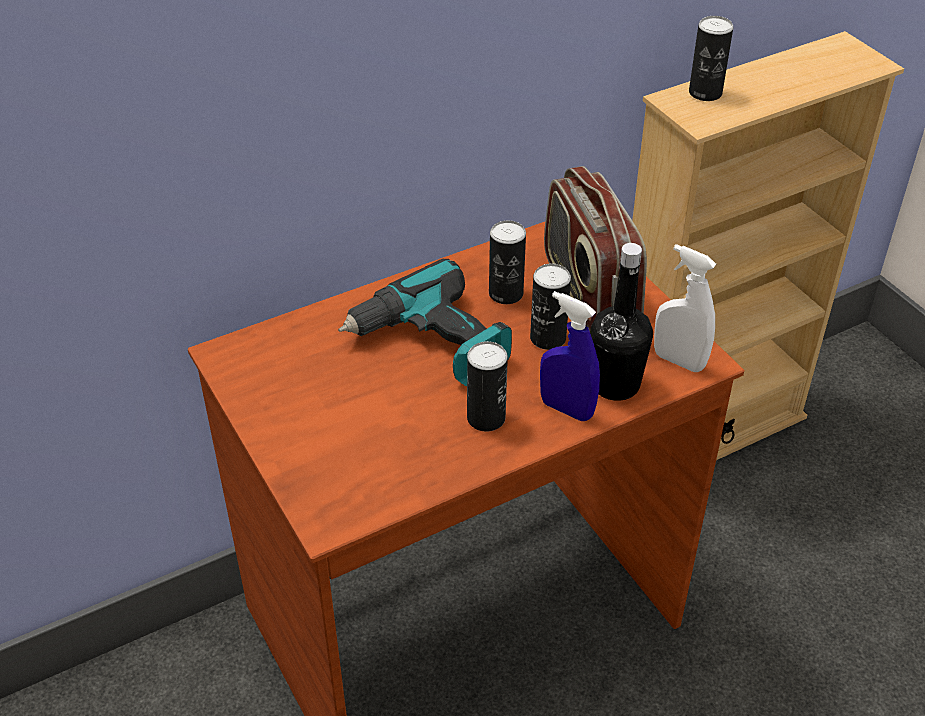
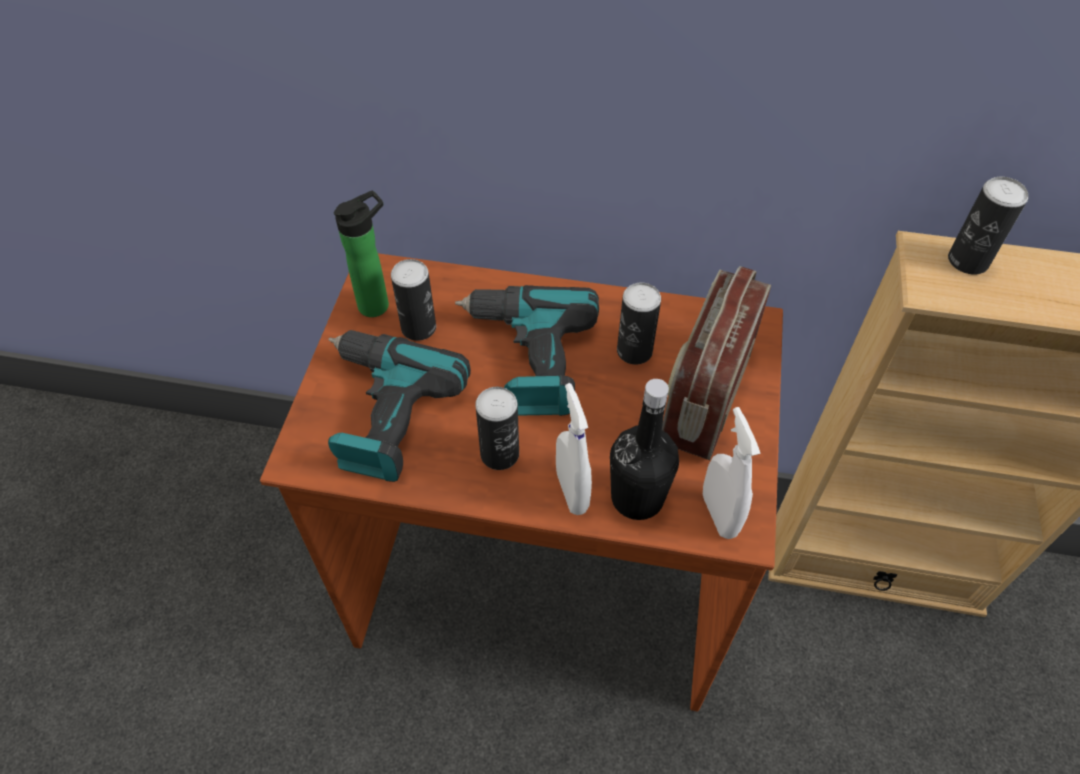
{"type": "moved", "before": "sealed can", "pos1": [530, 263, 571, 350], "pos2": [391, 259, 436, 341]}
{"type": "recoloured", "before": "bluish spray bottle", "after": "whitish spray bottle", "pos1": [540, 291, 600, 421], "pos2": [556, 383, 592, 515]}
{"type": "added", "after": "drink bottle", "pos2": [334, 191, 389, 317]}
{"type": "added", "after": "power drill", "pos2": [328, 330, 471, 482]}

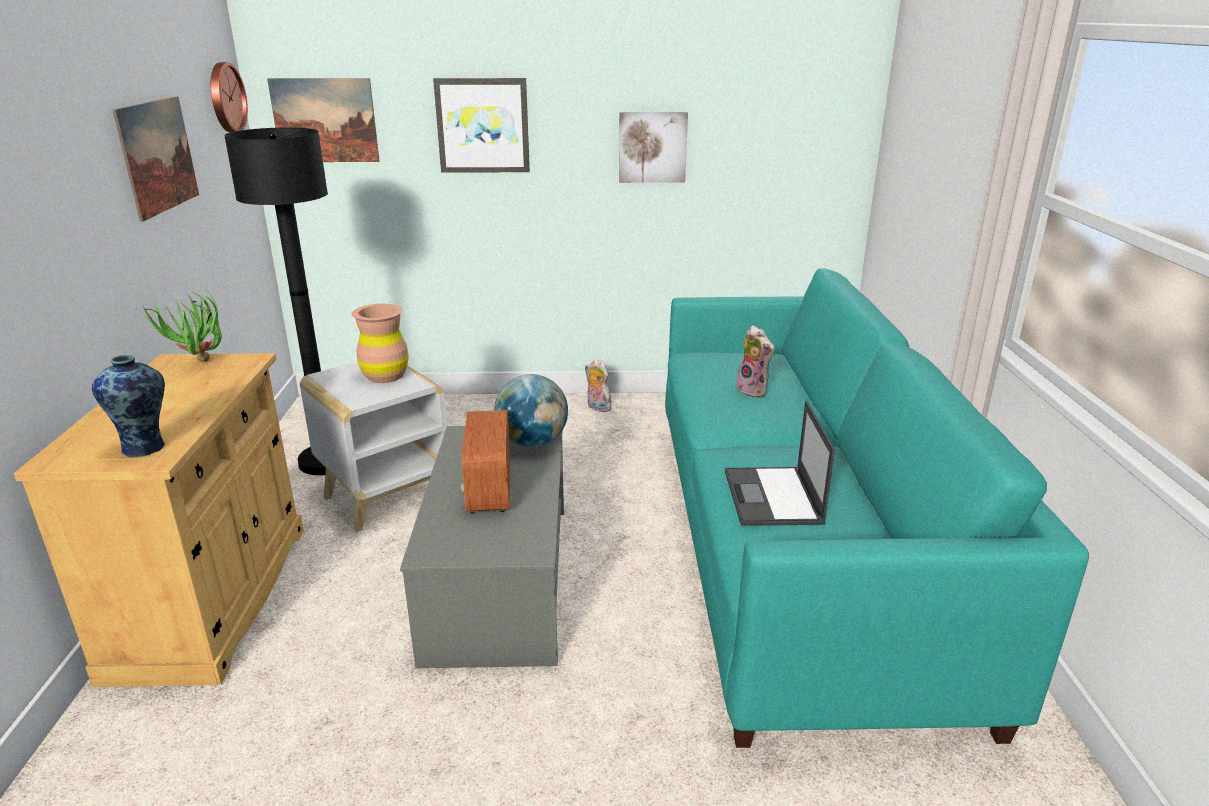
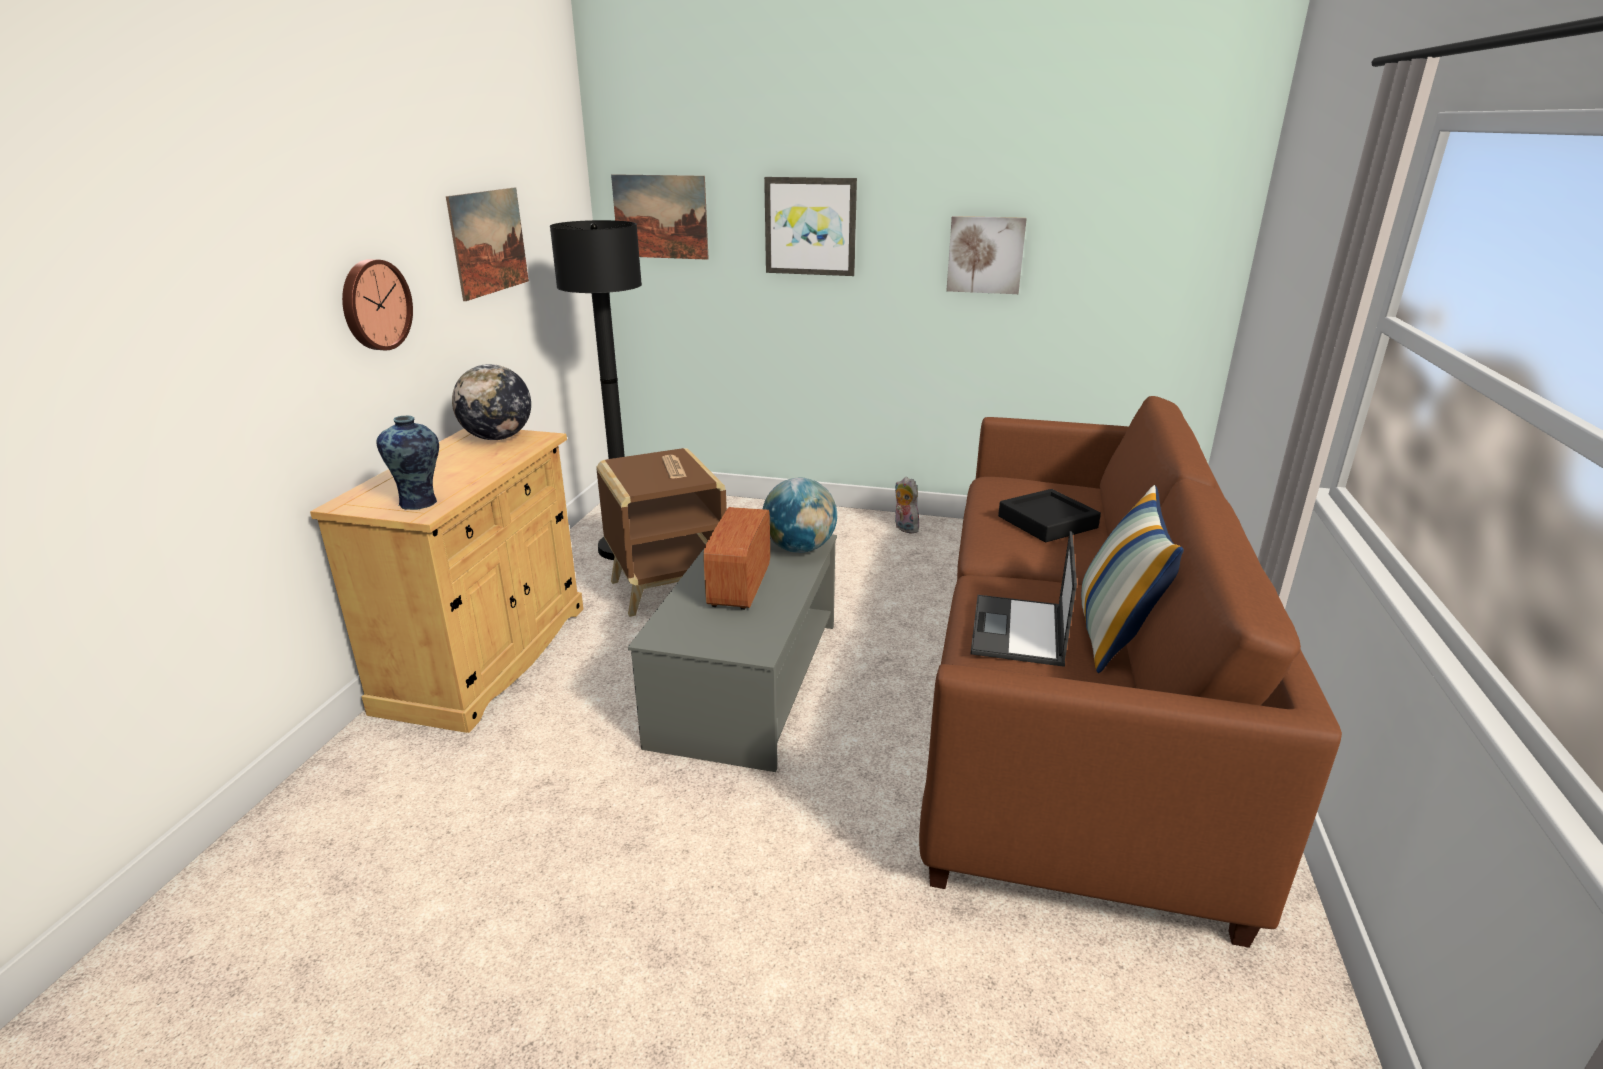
{"type": "moved", "before": "hanging clock", "pos1": [211, 62, 248, 132], "pos2": [342, 259, 413, 350]}
{"type": "recoloured", "before": "blue-green settee", "after": "brownish settee", "pos1": [665, 268, 1089, 748], "pos2": [919, 396, 1342, 948]}
{"type": "replaced", "before": "potted plant", "after": "globe", "pos1": [143, 292, 222, 362], "pos2": [452, 364, 531, 440]}
{"type": "replaced", "before": "brownish decorative vase", "after": "printed paper", "pos1": [351, 304, 409, 383], "pos2": [662, 455, 687, 478]}
{"type": "replaced", "before": "plush toy", "after": "black serving tray", "pos1": [735, 325, 774, 398], "pos2": [998, 489, 1101, 542]}
{"type": "recoloured", "before": "whitish end table", "after": "brownish end table", "pos1": [300, 362, 448, 532], "pos2": [596, 448, 727, 617]}
{"type": "added", "after": "cushion", "pos2": [1081, 485, 1184, 673]}

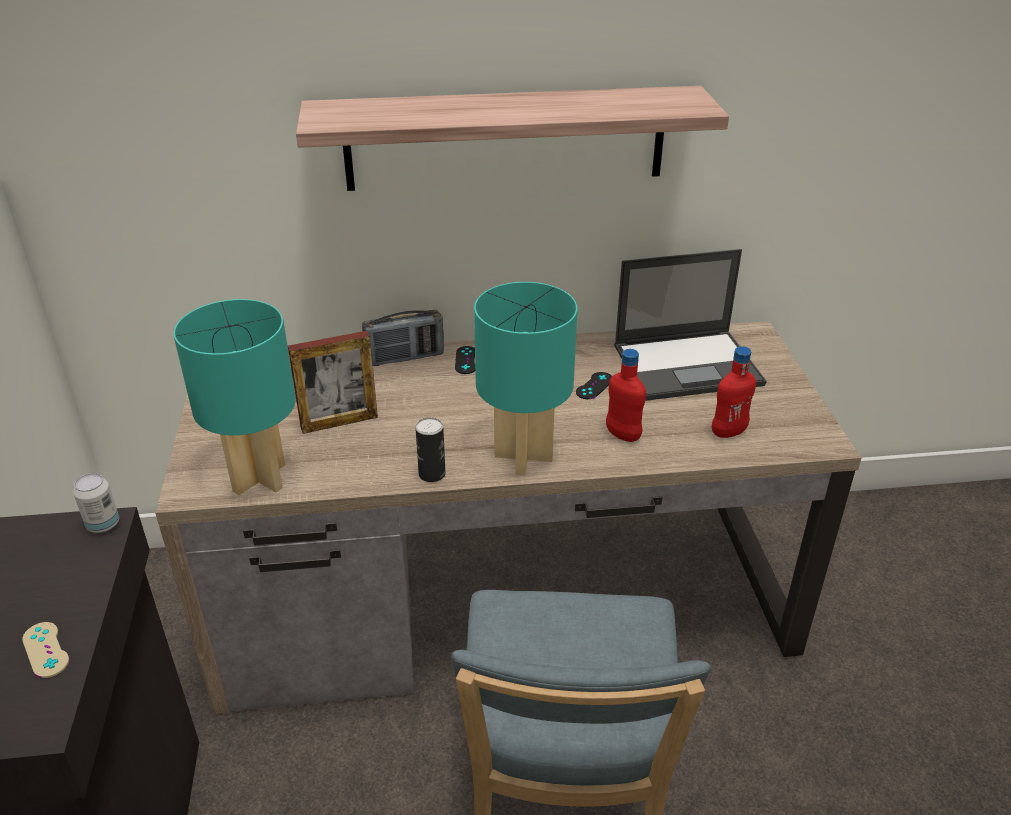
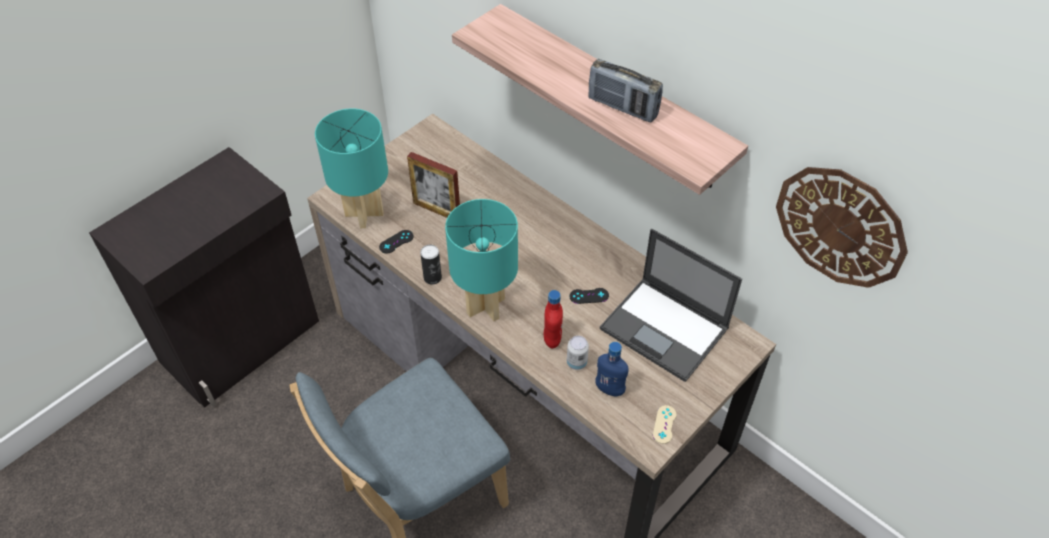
{"type": "moved", "before": "radio", "pos1": [362, 310, 444, 366], "pos2": [588, 59, 663, 122]}
{"type": "moved", "before": "black joypad", "pos1": [455, 346, 475, 374], "pos2": [379, 230, 413, 253]}
{"type": "recoloured", "before": "reddish drink bottle", "after": "bluish drink bottle", "pos1": [712, 346, 756, 438], "pos2": [596, 342, 628, 397]}
{"type": "moved", "before": "sealed can", "pos1": [73, 473, 119, 533], "pos2": [567, 336, 589, 370]}
{"type": "moved", "before": "beige-coloured joypad", "pos1": [22, 622, 69, 678], "pos2": [653, 405, 676, 444]}
{"type": "added", "after": "hanging clock", "pos2": [776, 167, 908, 288]}

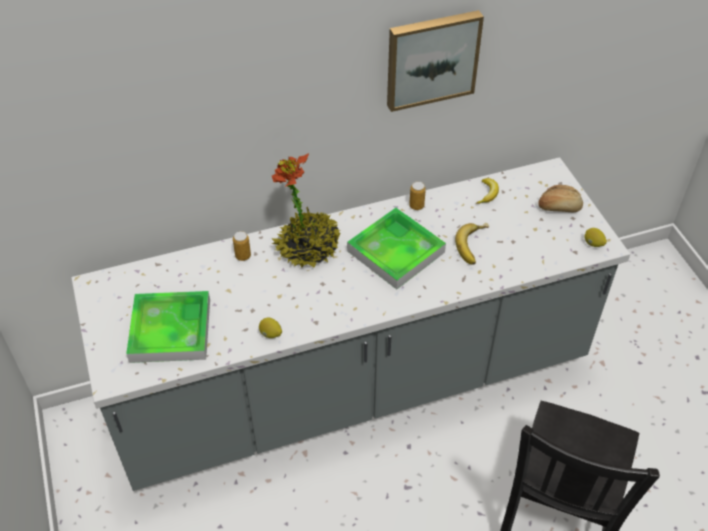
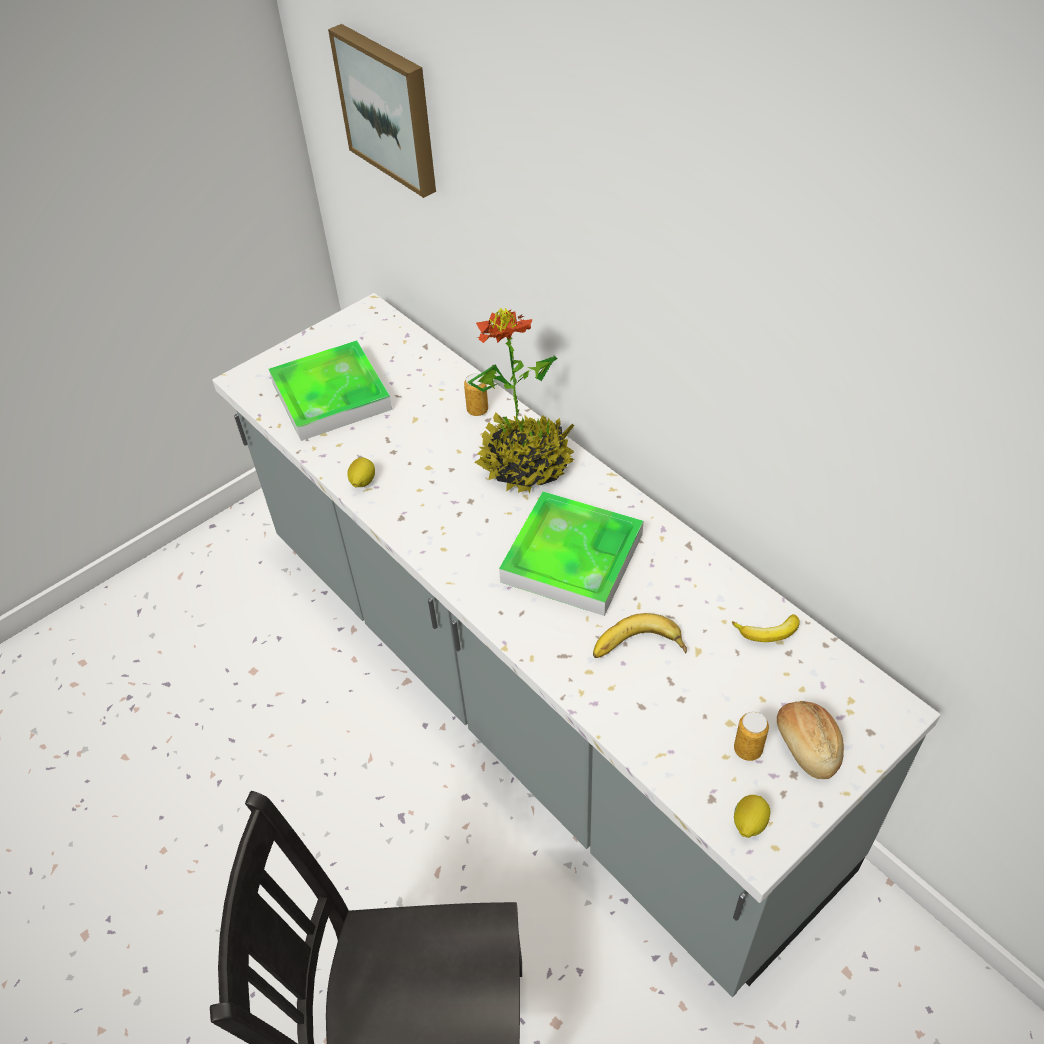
{"type": "moved", "before": "wall picture", "pos1": [387, 10, 484, 112], "pos2": [328, 24, 436, 198]}
{"type": "moved", "before": "sealed can", "pos1": [409, 181, 426, 210], "pos2": [734, 711, 769, 761]}

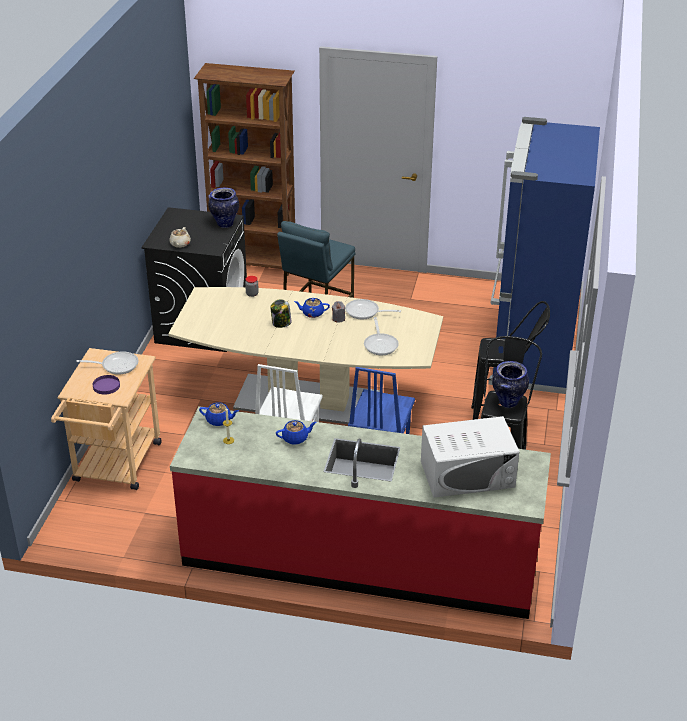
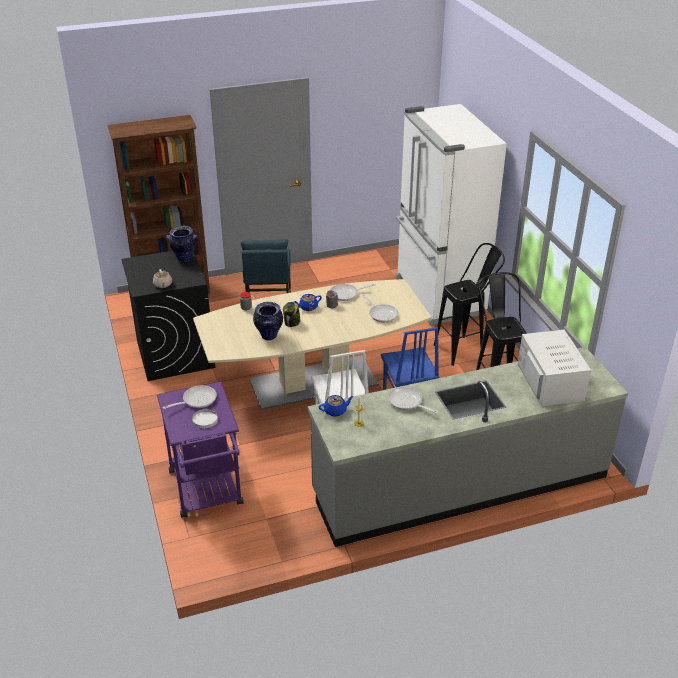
{"type": "recoloured", "before": "bluish fridge", "after": "whitish fridge", "pos1": [489, 117, 600, 394], "pos2": [396, 104, 507, 325]}
{"type": "recoloured", "before": "beige-coloured wheeled cart", "after": "purplish wheeled cart", "pos1": [51, 348, 162, 490], "pos2": [157, 382, 244, 518]}
{"type": "moved", "before": "decorative vase", "pos1": [492, 361, 529, 408], "pos2": [253, 302, 283, 340]}
{"type": "recoloured", "before": "purplish flat dish", "after": "whitish flat dish", "pos1": [93, 375, 120, 395], "pos2": [192, 409, 218, 428]}
{"type": "recoloured", "before": "reddish kitchen base unit", "after": "grey kitchen base unit", "pos1": [170, 406, 551, 619], "pos2": [308, 347, 628, 547]}
{"type": "turned", "before": "whitish kitchen microwave", "pos1": [421, 416, 519, 498], "pos2": [518, 330, 591, 406], "turn": -60}
{"type": "replaced", "before": "bluish tea pot", "after": "frying pan", "pos1": [276, 420, 316, 445], "pos2": [388, 387, 438, 414]}

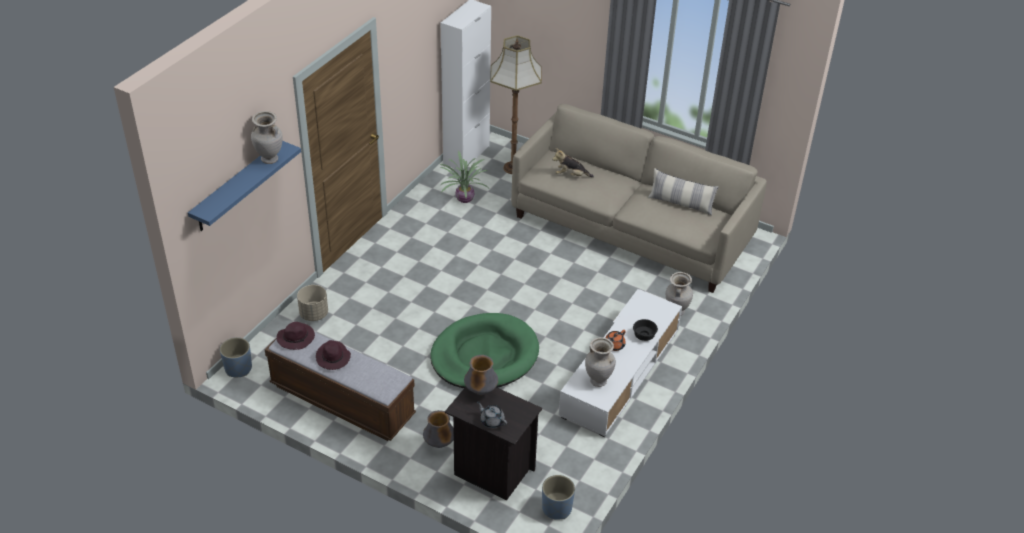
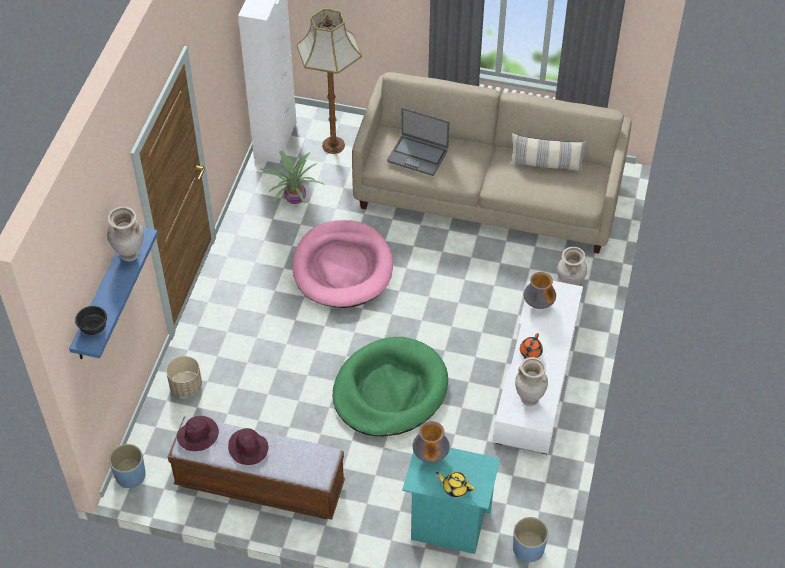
{"type": "replaced", "before": "plush toy", "after": "portable computer", "pos1": [552, 148, 594, 177], "pos2": [387, 108, 449, 176]}
{"type": "moved", "before": "black deep dish", "pos1": [633, 319, 658, 341], "pos2": [75, 306, 107, 335]}
{"type": "recoloured", "before": "black night table", "after": "blue-green night table", "pos1": [445, 387, 542, 501], "pos2": [402, 448, 500, 554]}
{"type": "recoloured", "before": "grey tea pot", "after": "yellow-coloured tea pot", "pos1": [477, 401, 507, 428], "pos2": [436, 472, 475, 497]}
{"type": "moved", "before": "decorative vase", "pos1": [423, 410, 454, 448], "pos2": [523, 272, 556, 309]}
{"type": "added", "after": "pink-coloured dog bed", "pos2": [293, 220, 393, 308]}

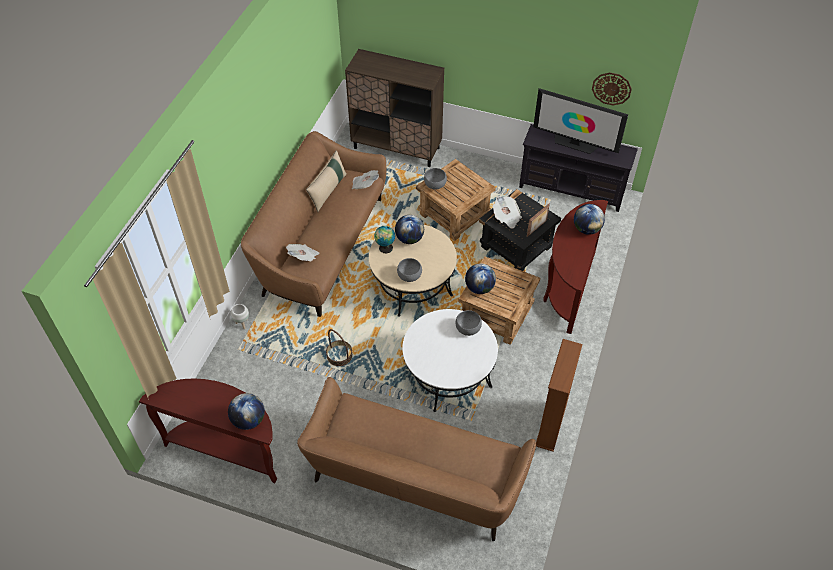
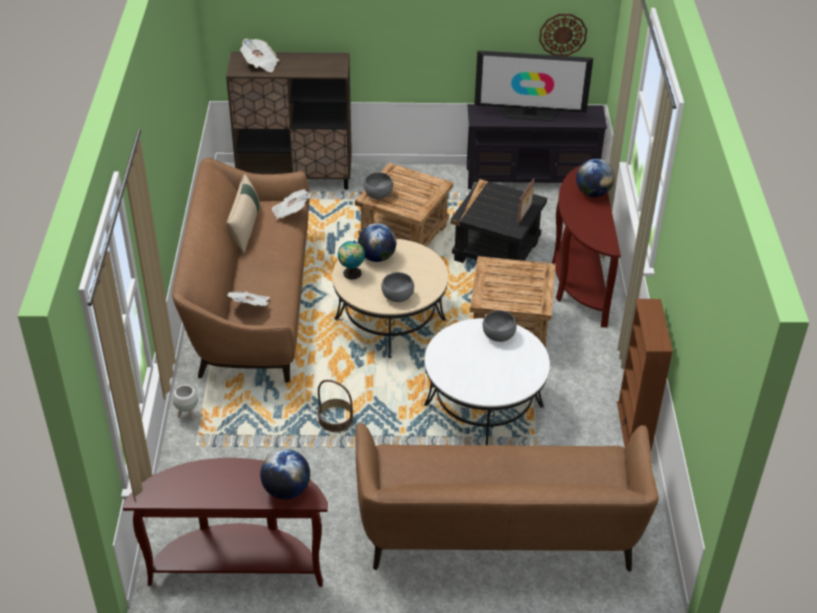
{"type": "moved", "before": "printed paper", "pos1": [493, 196, 522, 229], "pos2": [240, 39, 279, 72]}
{"type": "removed", "before": "globe", "pos1": [465, 263, 496, 294]}

